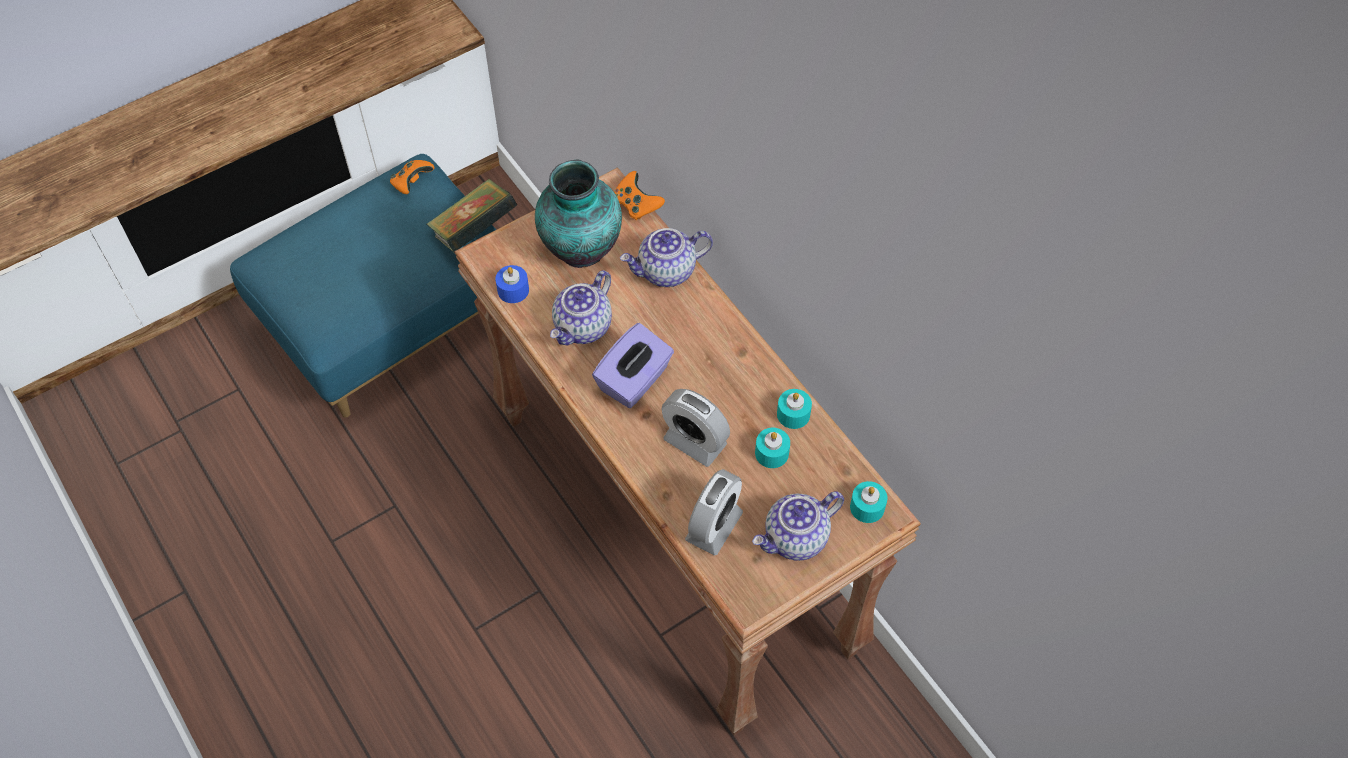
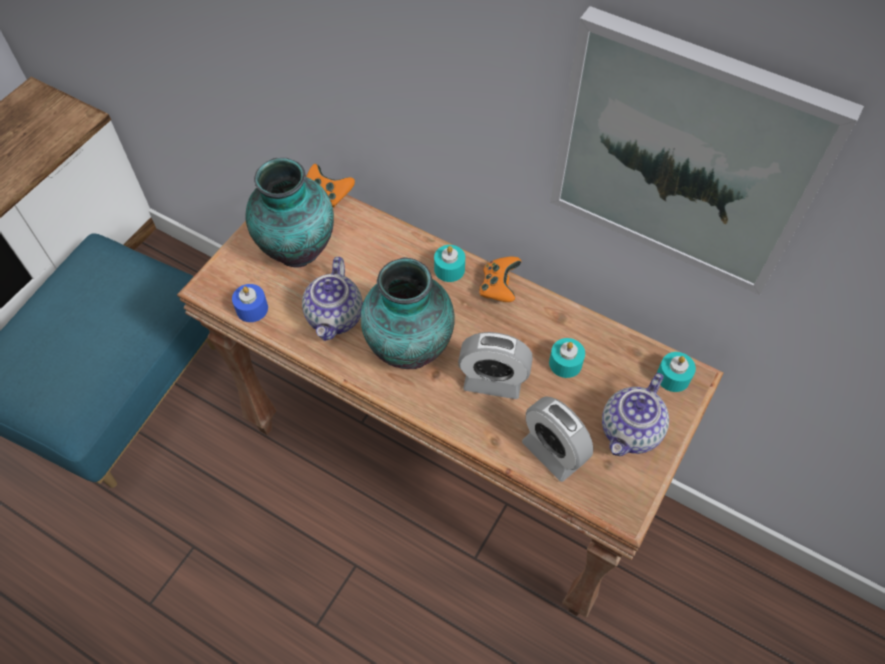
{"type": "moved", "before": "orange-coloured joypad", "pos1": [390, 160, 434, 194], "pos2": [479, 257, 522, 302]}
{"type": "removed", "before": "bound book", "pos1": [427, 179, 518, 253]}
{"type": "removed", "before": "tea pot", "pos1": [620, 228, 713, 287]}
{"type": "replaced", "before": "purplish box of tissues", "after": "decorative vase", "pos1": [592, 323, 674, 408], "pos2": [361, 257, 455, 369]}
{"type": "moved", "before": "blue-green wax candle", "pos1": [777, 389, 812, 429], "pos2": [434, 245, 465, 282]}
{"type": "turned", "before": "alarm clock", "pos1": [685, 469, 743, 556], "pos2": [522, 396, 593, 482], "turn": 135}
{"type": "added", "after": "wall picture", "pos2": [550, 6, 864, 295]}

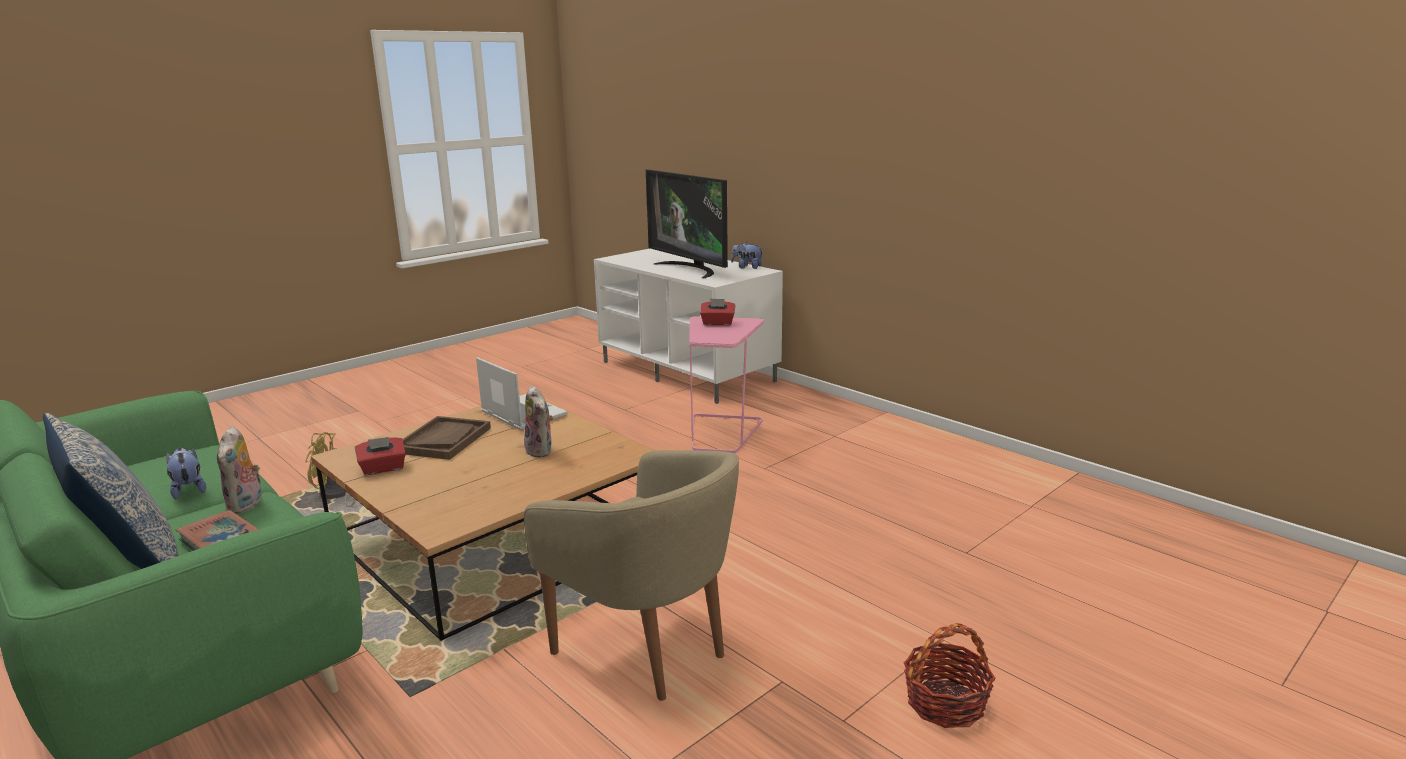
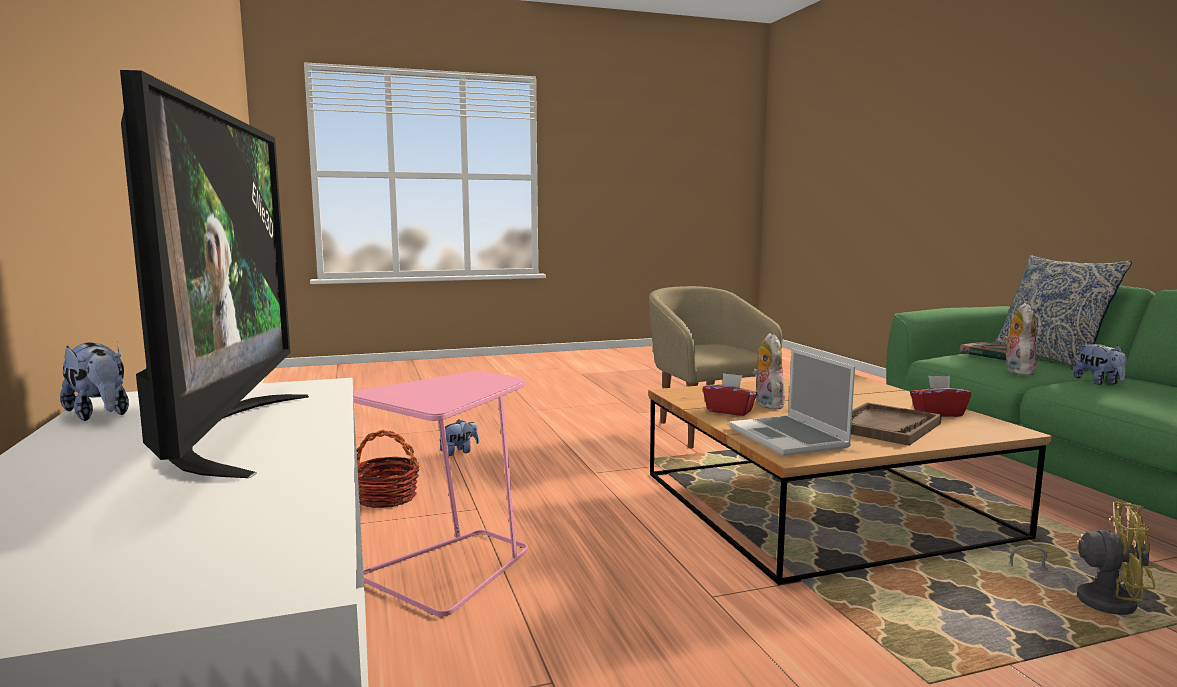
{"type": "moved", "before": "reddish box of tissues", "pos1": [700, 298, 735, 326], "pos2": [703, 373, 757, 416]}
{"type": "moved", "before": "household basket", "pos1": [903, 623, 996, 728], "pos2": [357, 430, 420, 508]}
{"type": "added", "after": "plush toy", "pos2": [440, 419, 479, 456]}

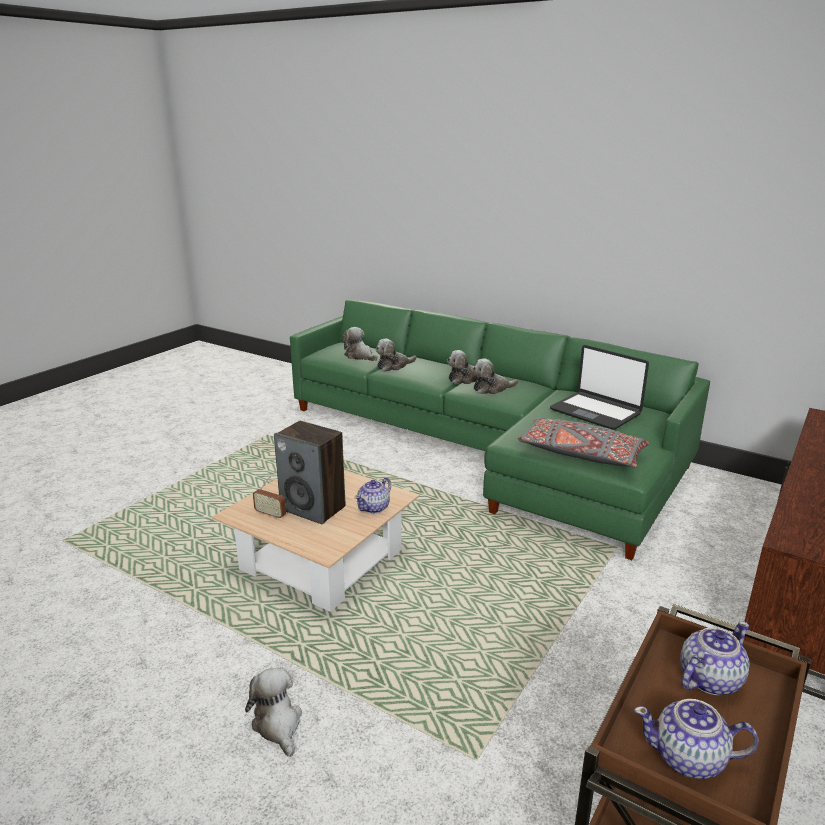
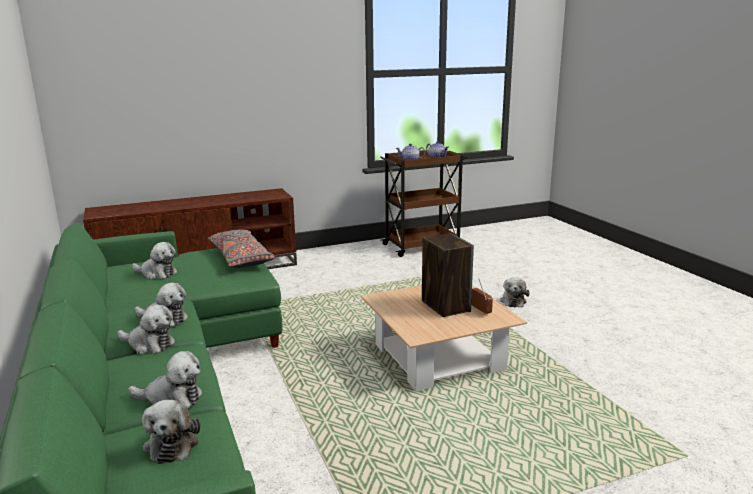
{"type": "replaced", "before": "portable computer", "after": "plush toy", "pos1": [550, 345, 649, 430], "pos2": [132, 242, 177, 279]}
{"type": "removed", "before": "tea pot", "pos1": [355, 478, 391, 514]}

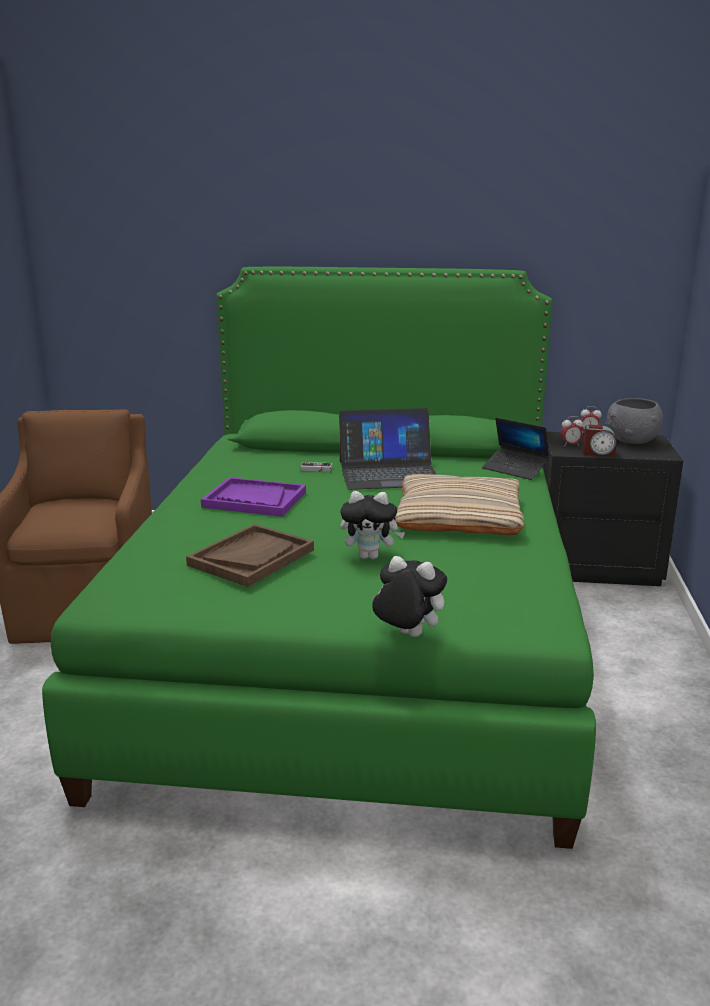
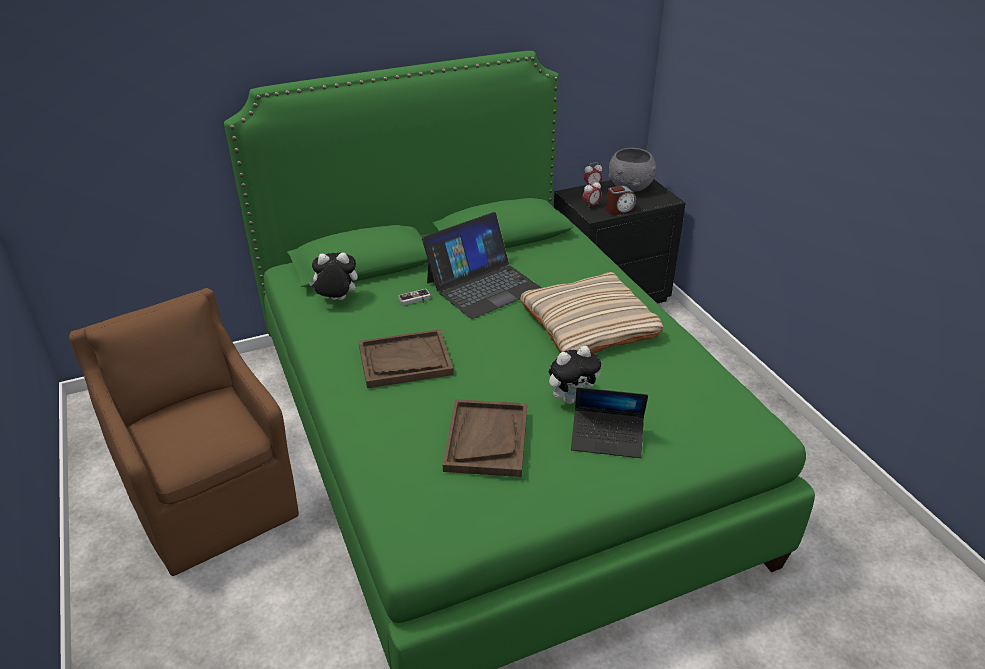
{"type": "moved", "before": "portable computer", "pos1": [482, 418, 550, 480], "pos2": [571, 387, 648, 458]}
{"type": "recoloured", "before": "purplish serving tray", "after": "brownish serving tray", "pos1": [201, 477, 306, 517], "pos2": [358, 329, 454, 388]}
{"type": "moved", "before": "plush toy", "pos1": [372, 556, 447, 637], "pos2": [308, 252, 358, 300]}

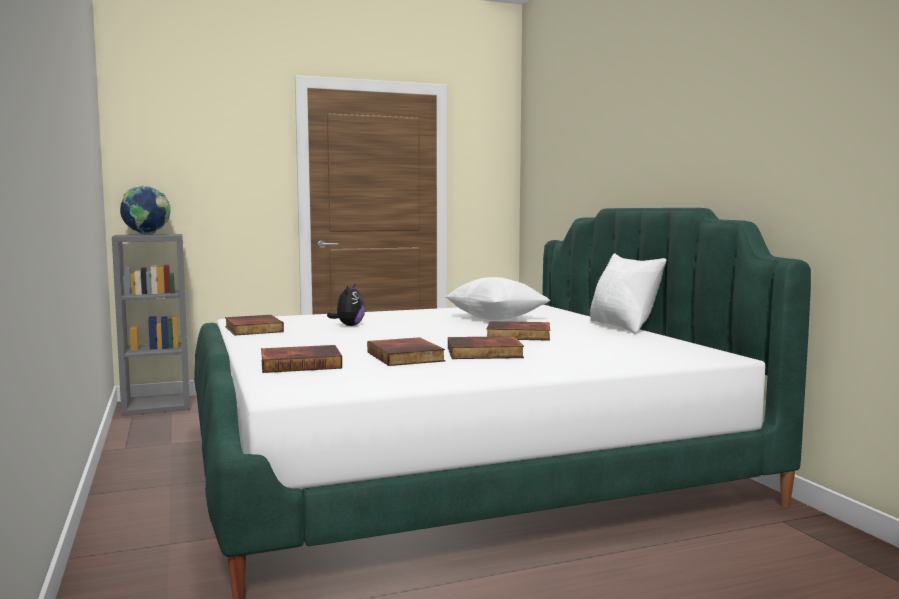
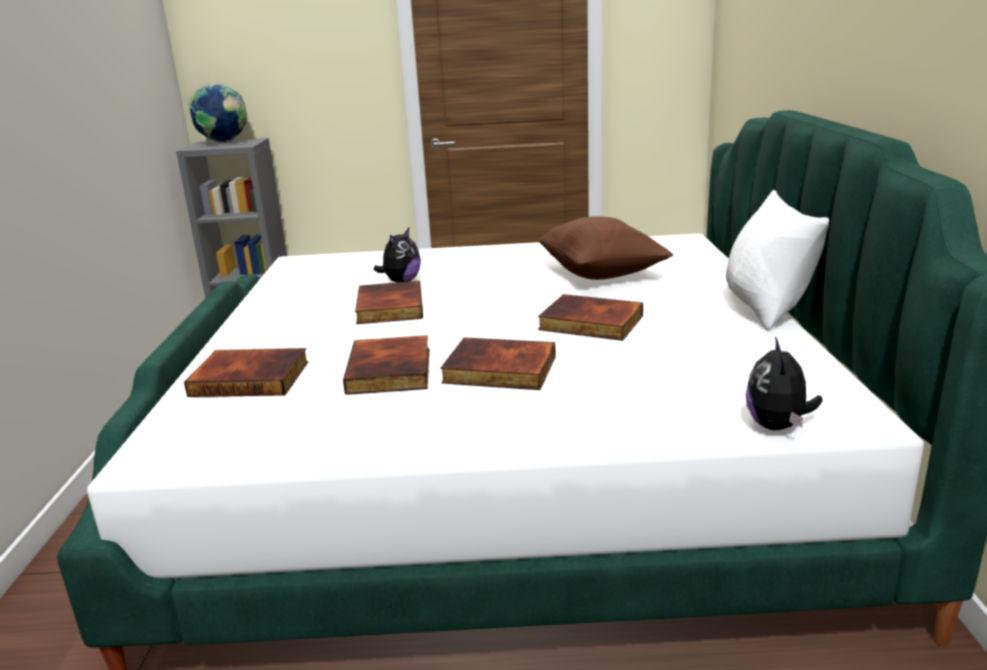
{"type": "recoloured", "before": "whitish cushion", "after": "brownish cushion", "pos1": [445, 277, 550, 320], "pos2": [537, 216, 673, 280]}
{"type": "moved", "before": "bound book", "pos1": [225, 315, 284, 336], "pos2": [355, 281, 423, 324]}
{"type": "added", "after": "plush toy", "pos2": [746, 337, 823, 430]}

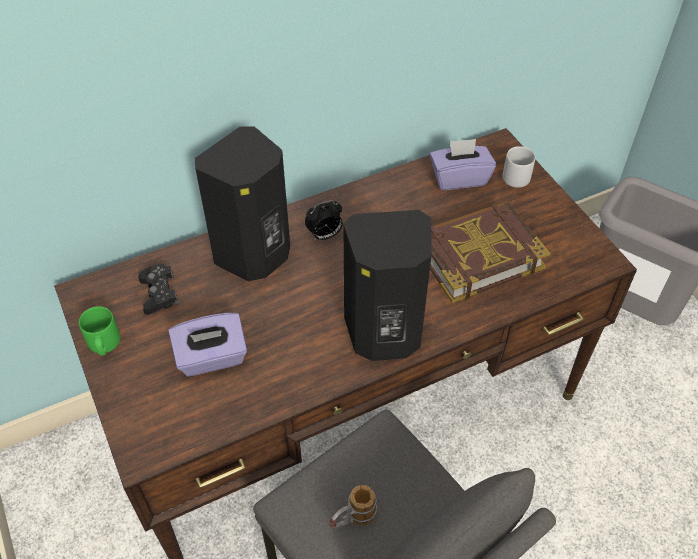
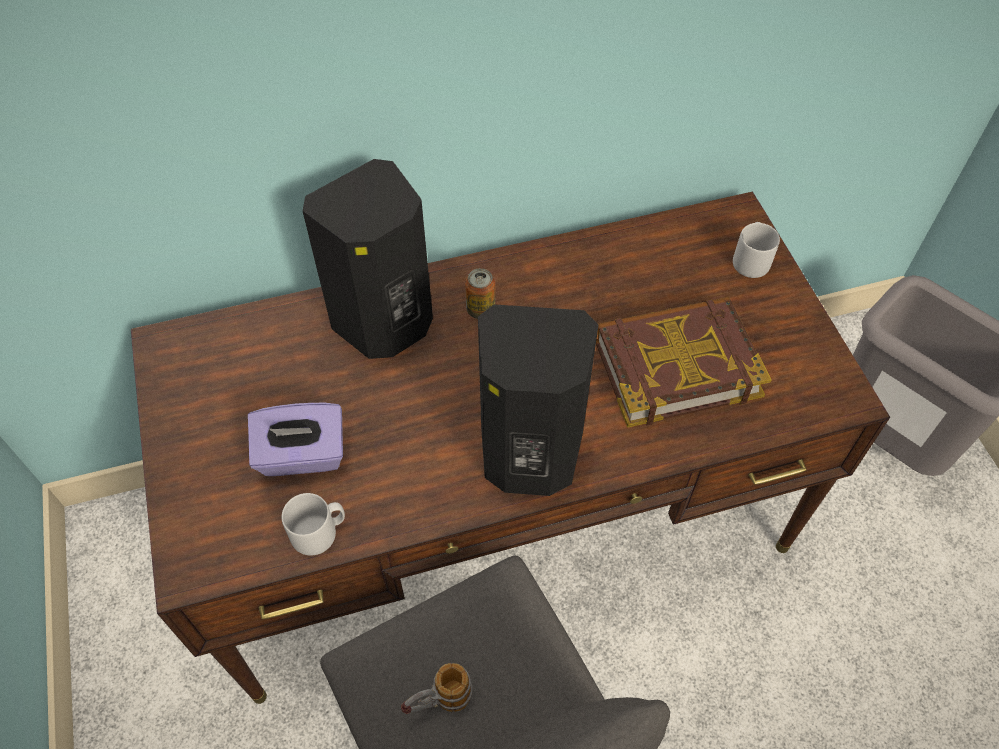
{"type": "removed", "before": "purplish box of tissues", "pos1": [430, 139, 496, 190]}
{"type": "replaced", "before": "alarm clock", "after": "sealed can", "pos1": [305, 200, 343, 241], "pos2": [465, 268, 495, 319]}
{"type": "removed", "before": "black joypad", "pos1": [138, 264, 179, 315]}
{"type": "removed", "before": "greenish mug", "pos1": [79, 306, 120, 356]}
{"type": "added", "after": "grey mug", "pos2": [282, 493, 345, 556]}

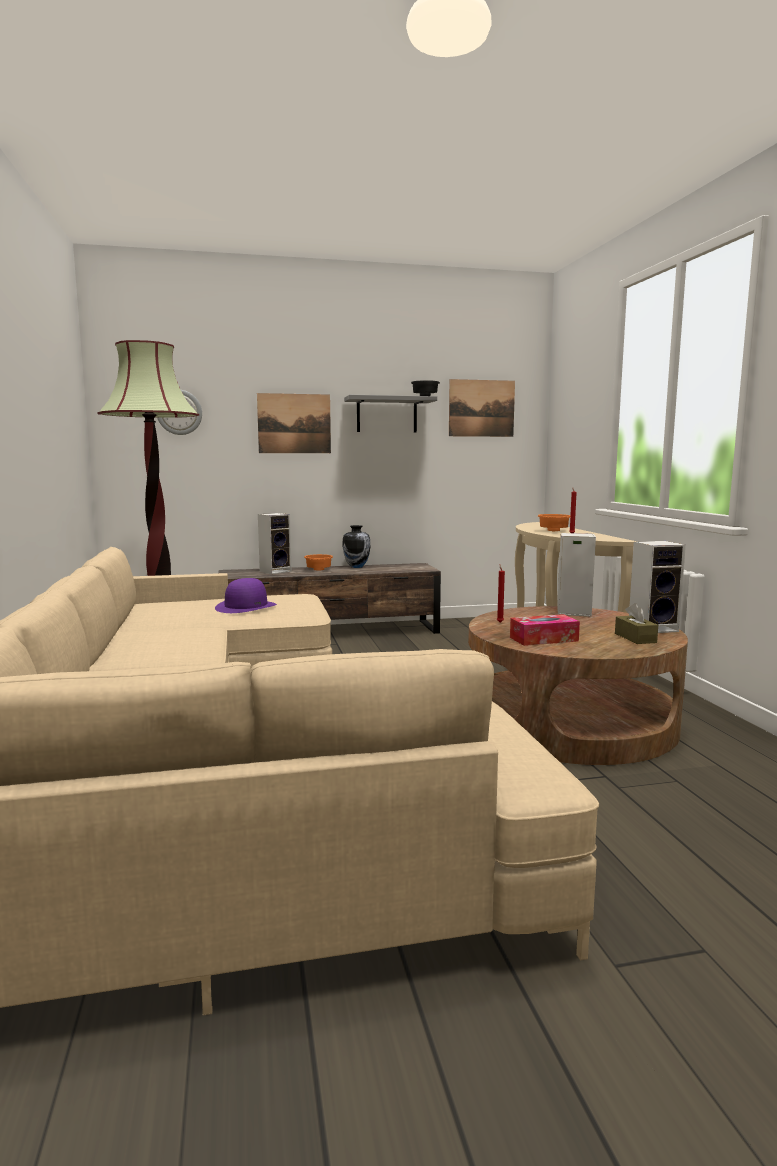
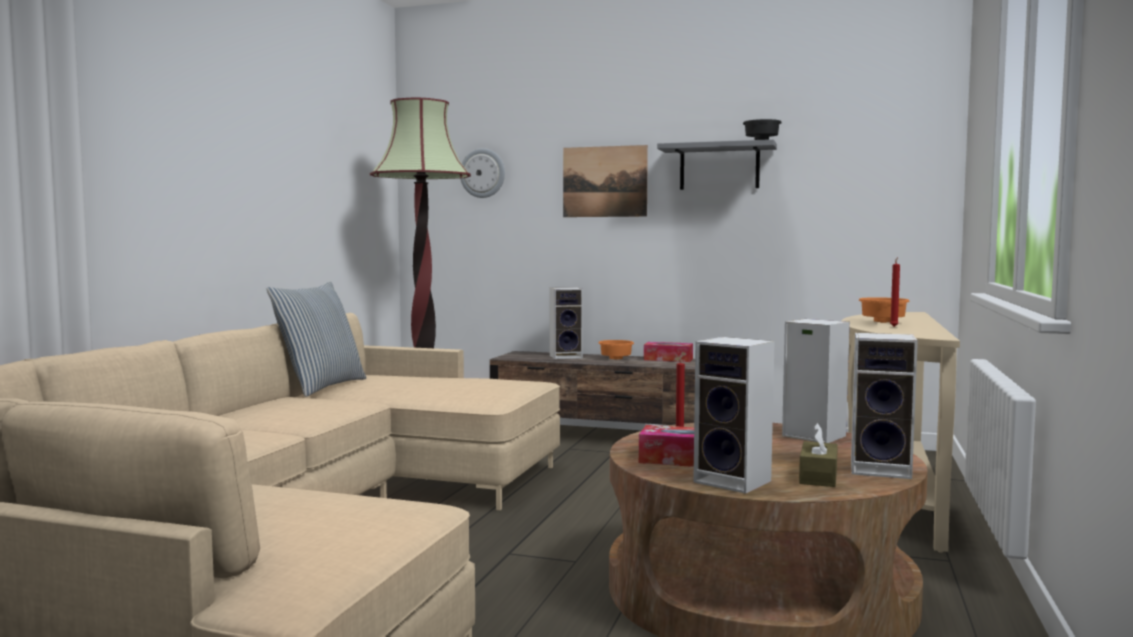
{"type": "removed", "before": "wall picture", "pos1": [449, 379, 515, 437]}
{"type": "replaced", "before": "decorative vase", "after": "box of tissues", "pos1": [343, 525, 370, 568], "pos2": [644, 342, 693, 362]}
{"type": "removed", "before": "purplish clothing hat", "pos1": [215, 578, 277, 613]}
{"type": "added", "after": "cushion", "pos2": [267, 281, 366, 397]}
{"type": "added", "after": "audio speaker", "pos2": [693, 337, 775, 494]}

